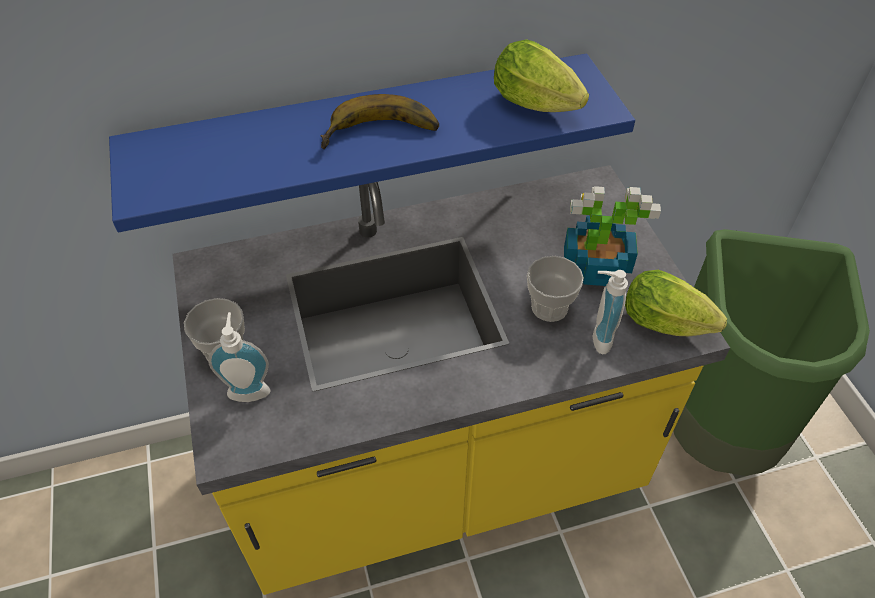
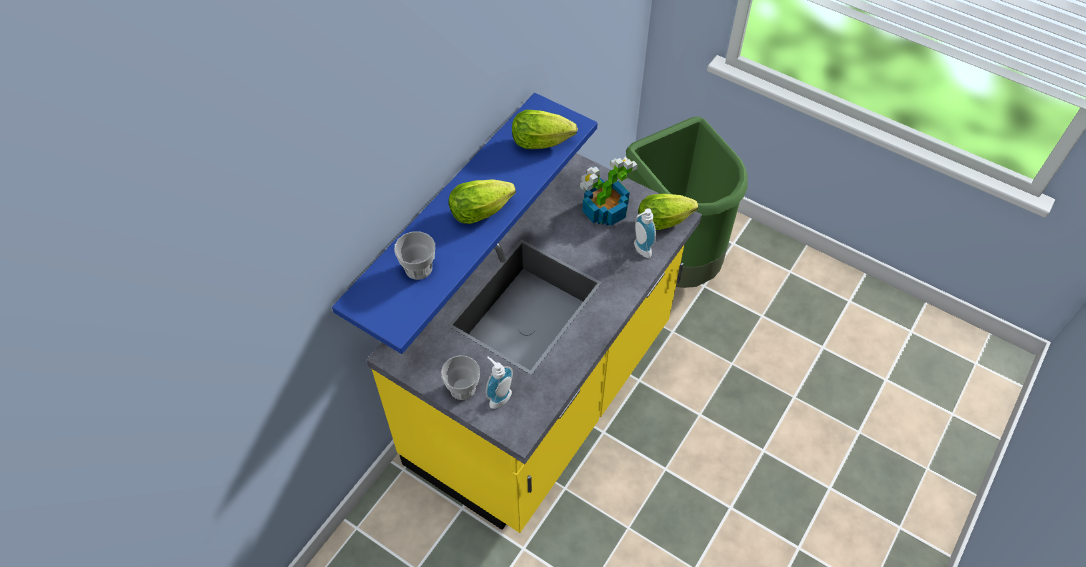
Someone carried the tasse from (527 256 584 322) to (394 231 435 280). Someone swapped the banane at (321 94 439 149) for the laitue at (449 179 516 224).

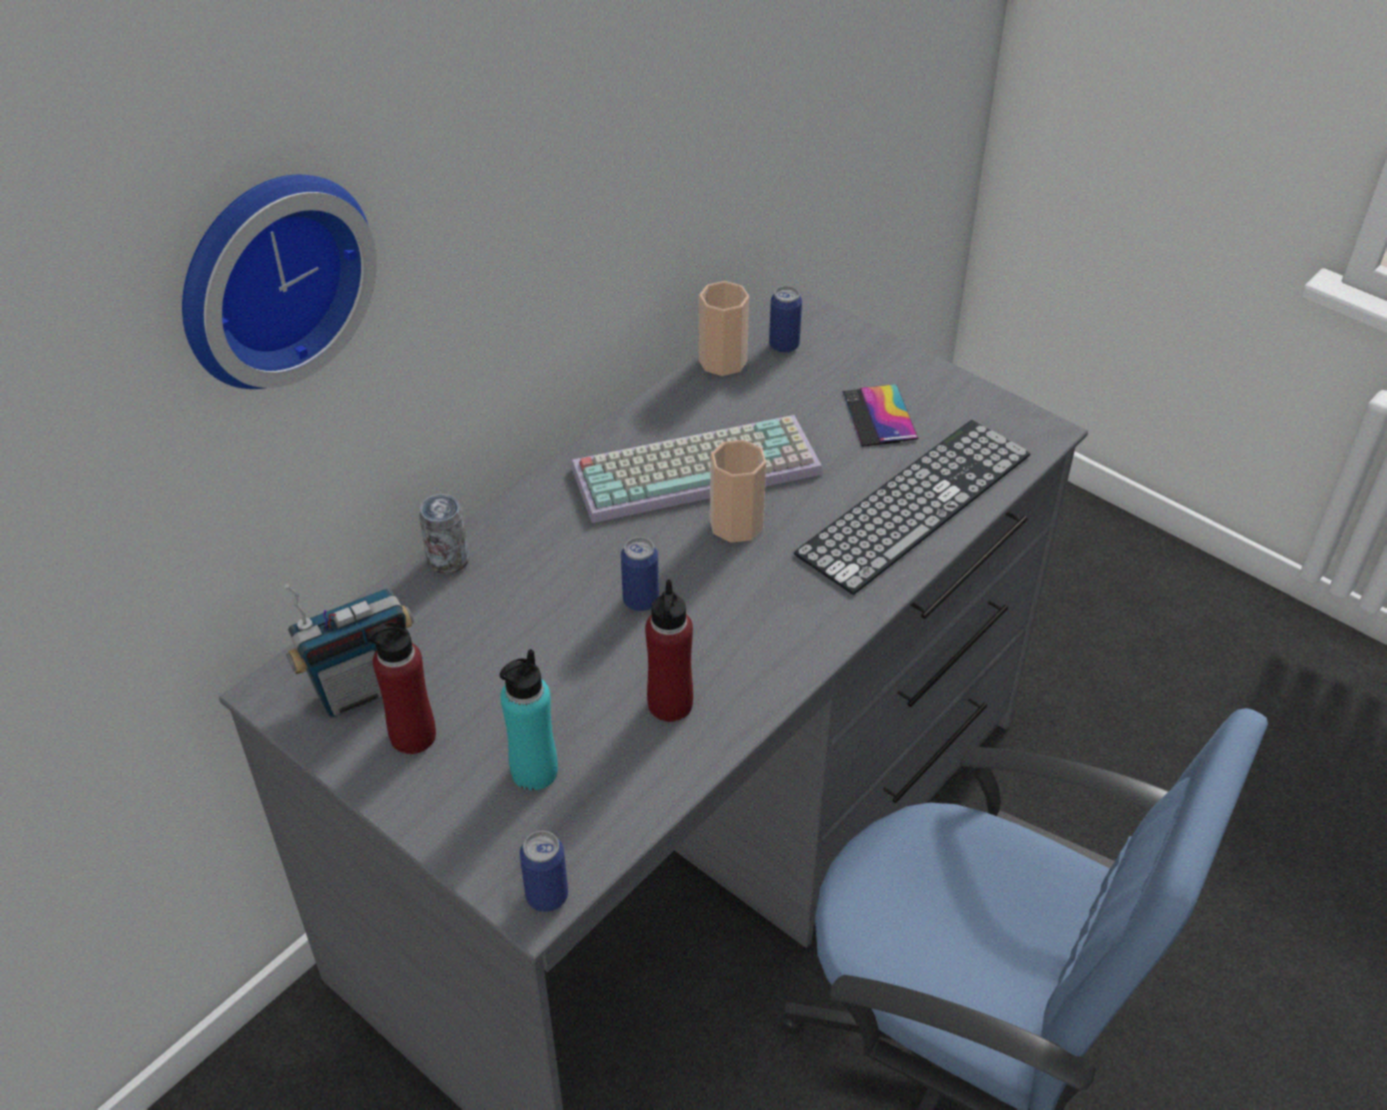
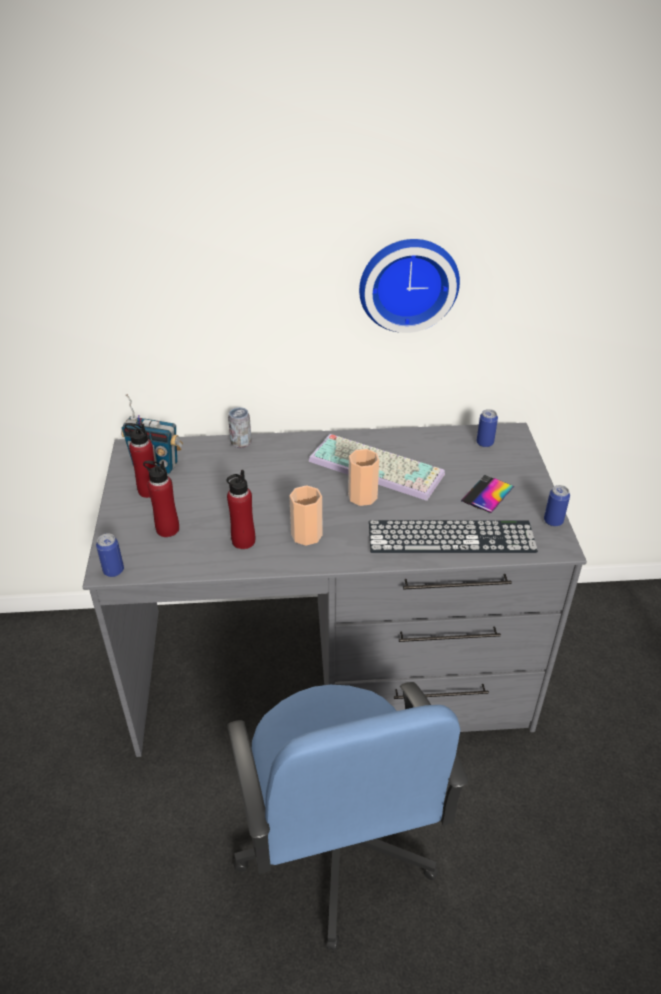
Someone repainted the bouteille (turquoise) at (500 649 558 790), which became the bouteille (rouge) at (143 461 179 537). Someone carried the tasse from (699 281 749 376) to (289 485 323 546). Someone carried the horloge murale from (182 175 377 389) to (359 239 460 333). Someone carried the boîte métallique from (621 537 659 611) to (544 485 570 527).

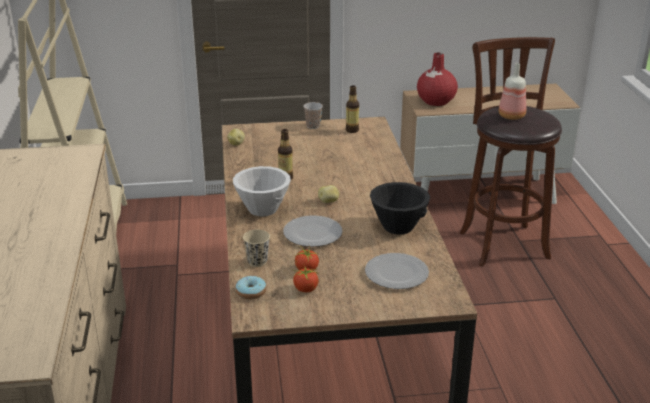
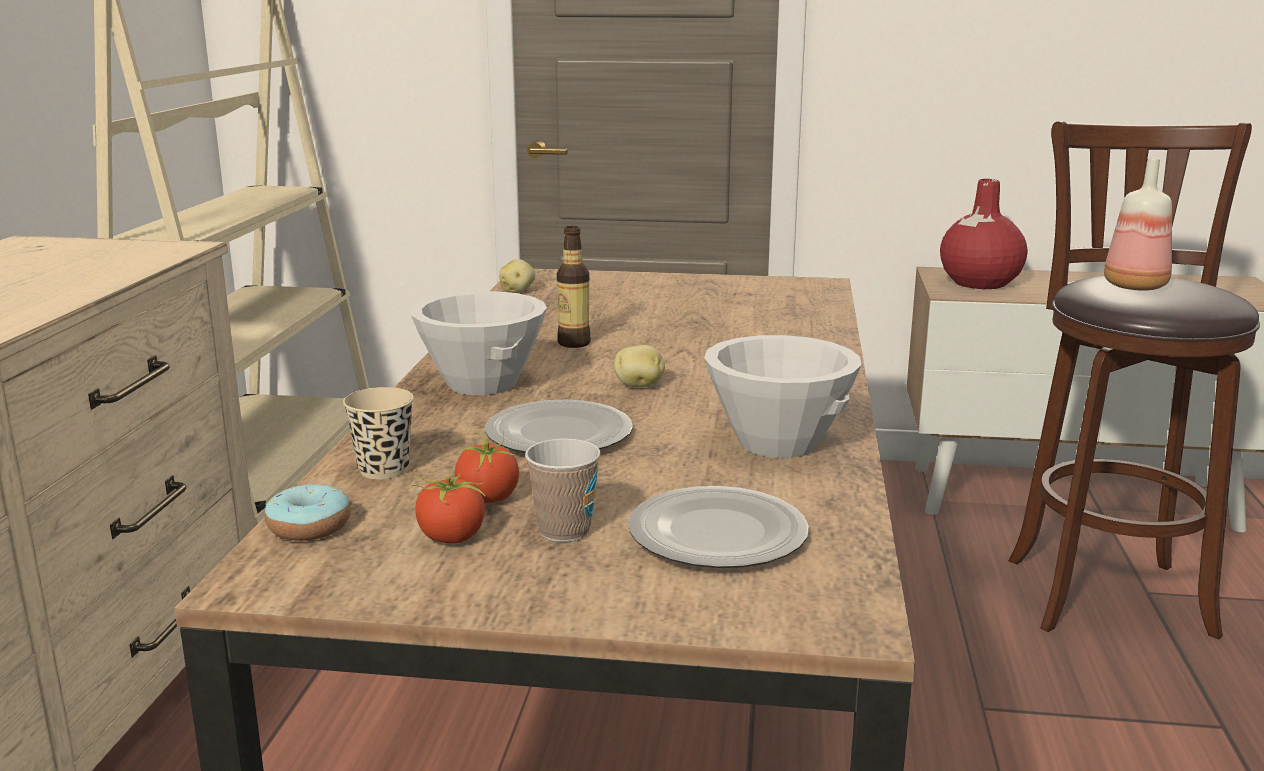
Someone carried the tasse from (303 102 323 129) to (525 438 601 542). Someone repainted the bol (noir) at (370 182 430 235), which became the bol (blanc) at (704 335 861 458). Someone took away the bouteille at (346 85 359 133).

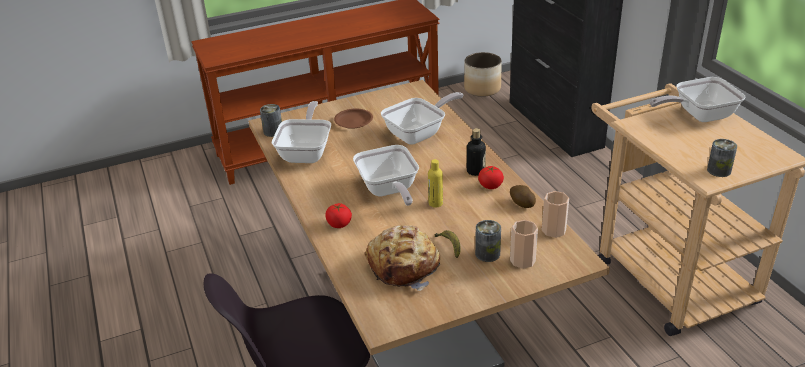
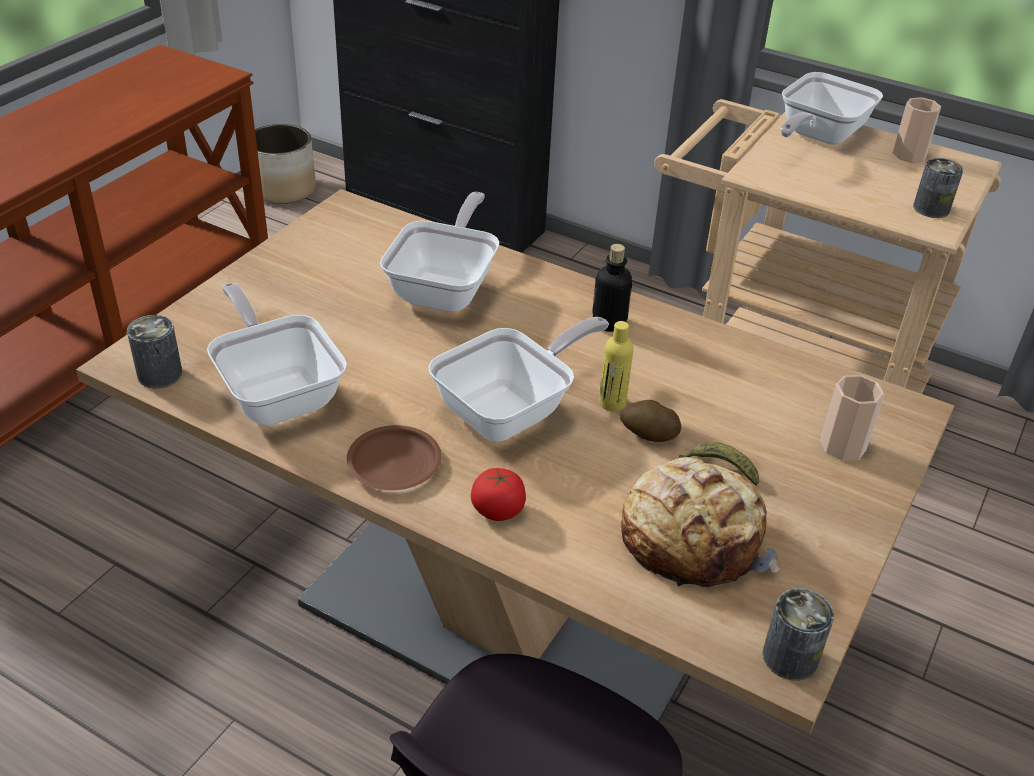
Someone carried the assiette (marron) from (334 109 373 129) to (347 425 442 490). Someone rotated the poêle at (353 145 419 206) by 75 degrees counterclockwise. Someone carried the pomme de terre from (510 185 536 208) to (620 400 681 442). Someone carried the boîte métallique from (475 220 501 262) to (763 588 834 681). Someone carried the tasse from (542 191 569 238) to (893 97 941 163). Someone took away the tomate at (478 166 504 189).

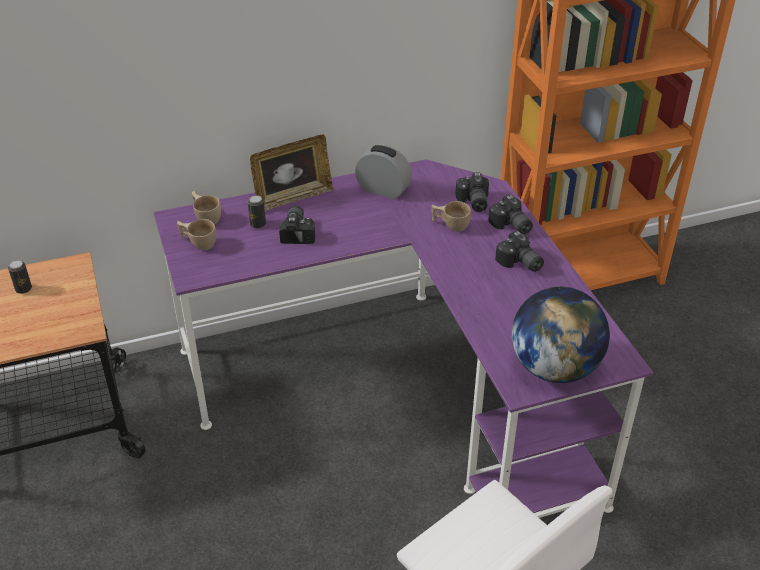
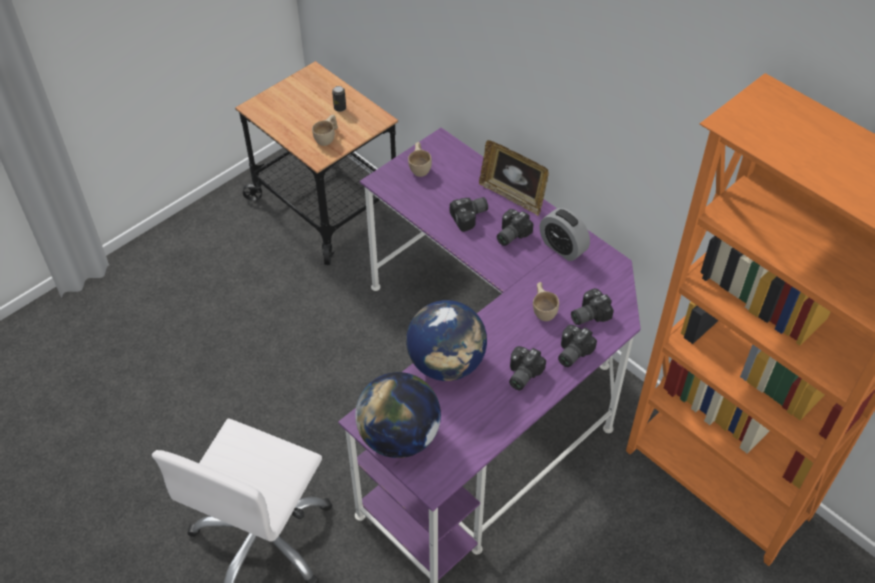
Someone carried the tasse (beige) from (192 191 221 225) to (312 115 338 146). Someone put down the globe at (406 300 487 381). Someone put down the appareil photo at (497 209 534 246). Someone rotated the réveil at (355 145 412 199) by 135 degrees clockwise. Someone took away the boîte métallique at (248 195 266 229).

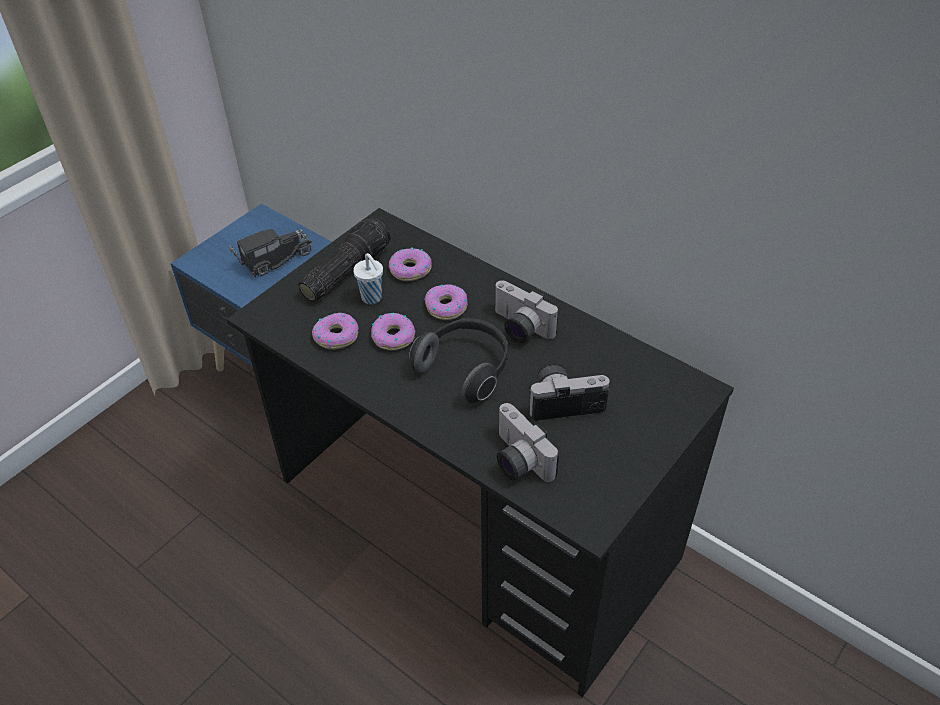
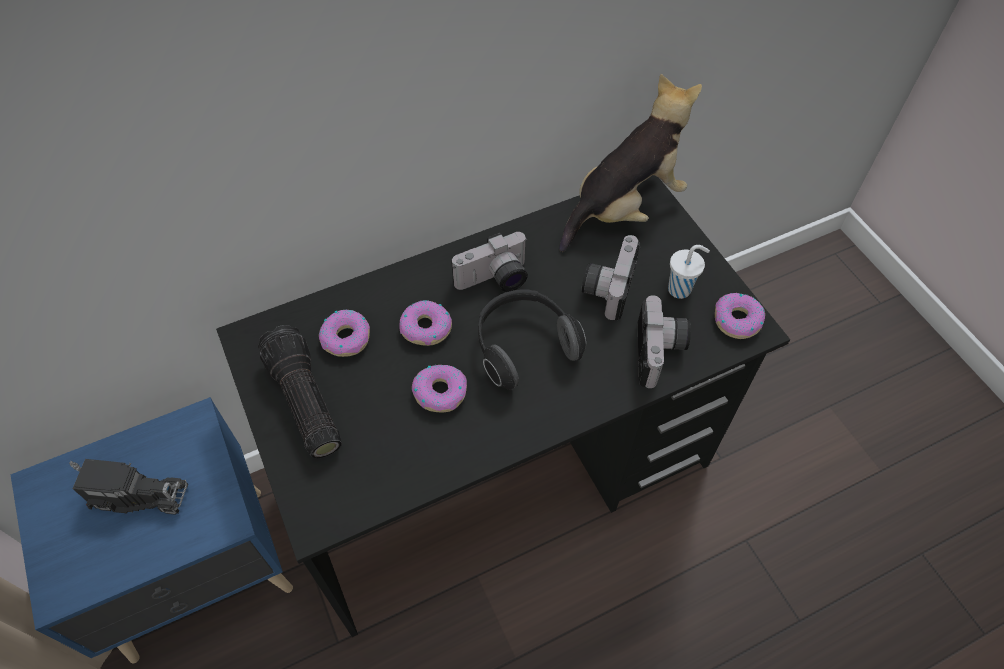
Someone rotated the camion jouet at (229 229 312 278) by 105 degrees clockwise. Someone put down the peluche at (559 74 702 252). Someone rotated the appareil photo at (497 403 560 482) by 75 degrees counterclockwise. Someone carried the tasse (blanc) from (353 253 383 304) to (668 245 710 299). Someone carried the beignet from (312 313 359 350) to (715 293 765 339).

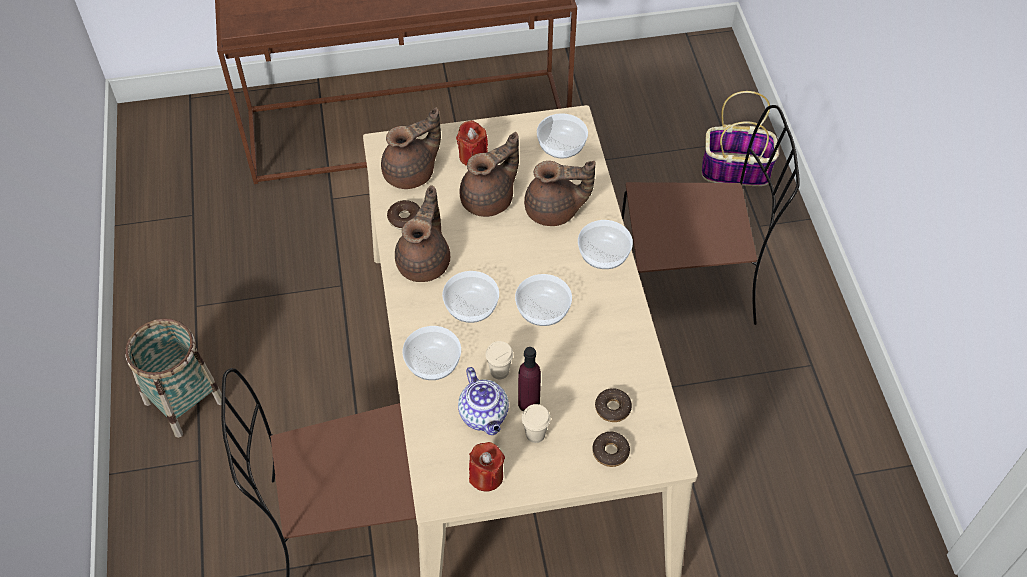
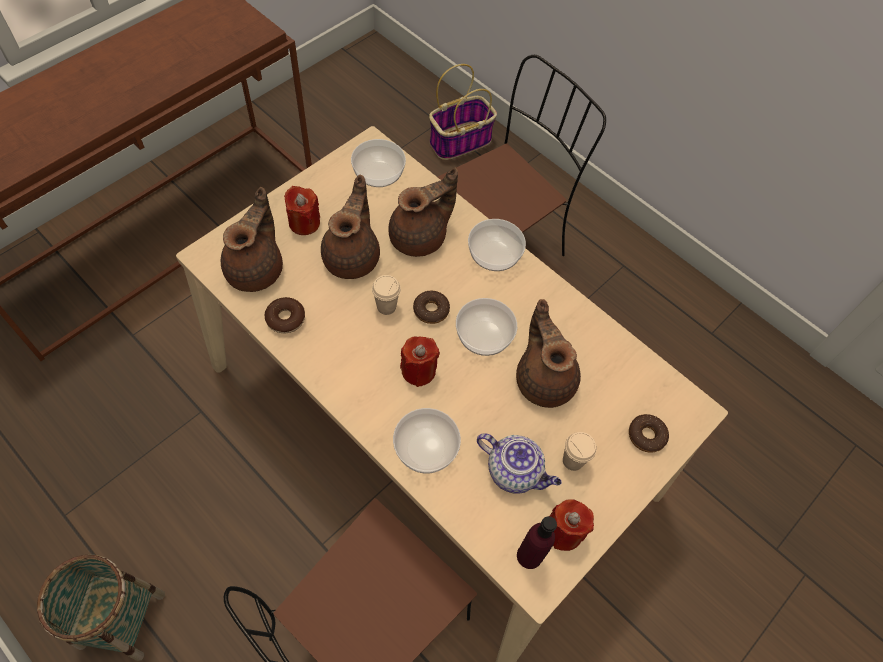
Someone carried the tasse (beige) from (486 341 513 379) to (372 275 401 315). Someone swapped the bol at (442 271 499 323) for the bougie (rouge) at (400 336 440 387). Someone carried the beignet from (595 388 632 422) to (413 291 450 324). Someone carried the théière (marron) from (395 185 450 282) to (516 299 581 408). Someone carried the bouteille (violet) from (518 347 541 412) to (517 516 557 569).

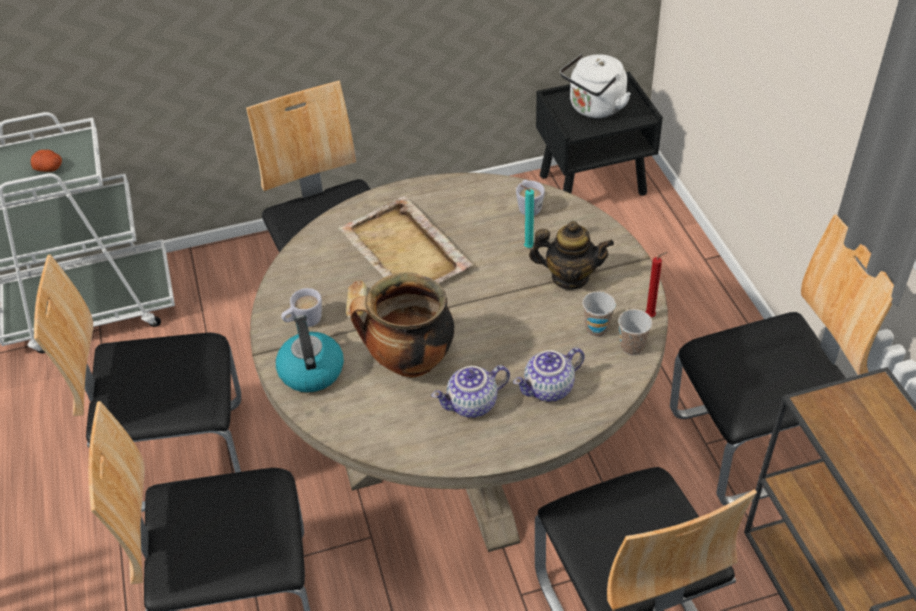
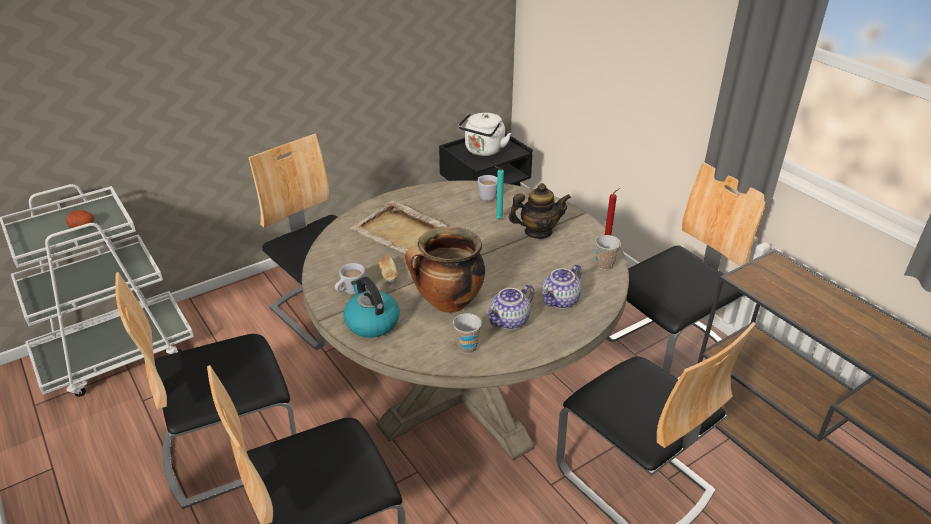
Someone carried the tasse from (582 291 616 337) to (453 313 482 354).

